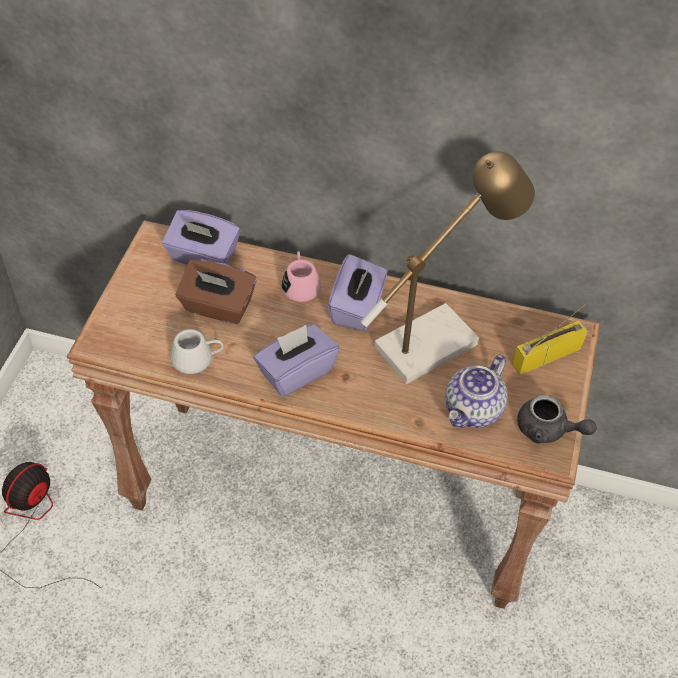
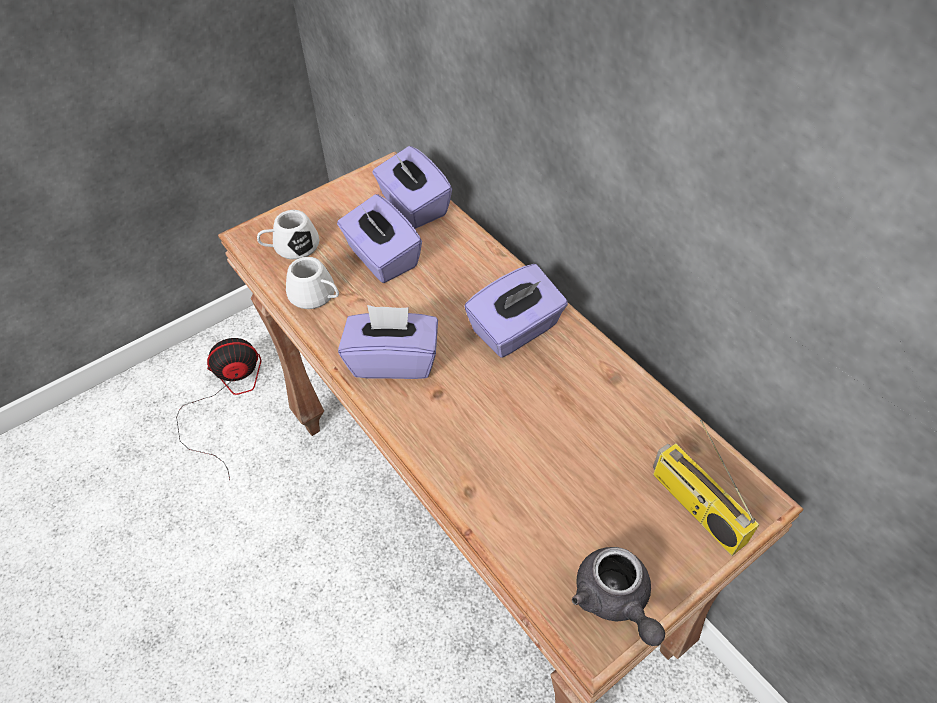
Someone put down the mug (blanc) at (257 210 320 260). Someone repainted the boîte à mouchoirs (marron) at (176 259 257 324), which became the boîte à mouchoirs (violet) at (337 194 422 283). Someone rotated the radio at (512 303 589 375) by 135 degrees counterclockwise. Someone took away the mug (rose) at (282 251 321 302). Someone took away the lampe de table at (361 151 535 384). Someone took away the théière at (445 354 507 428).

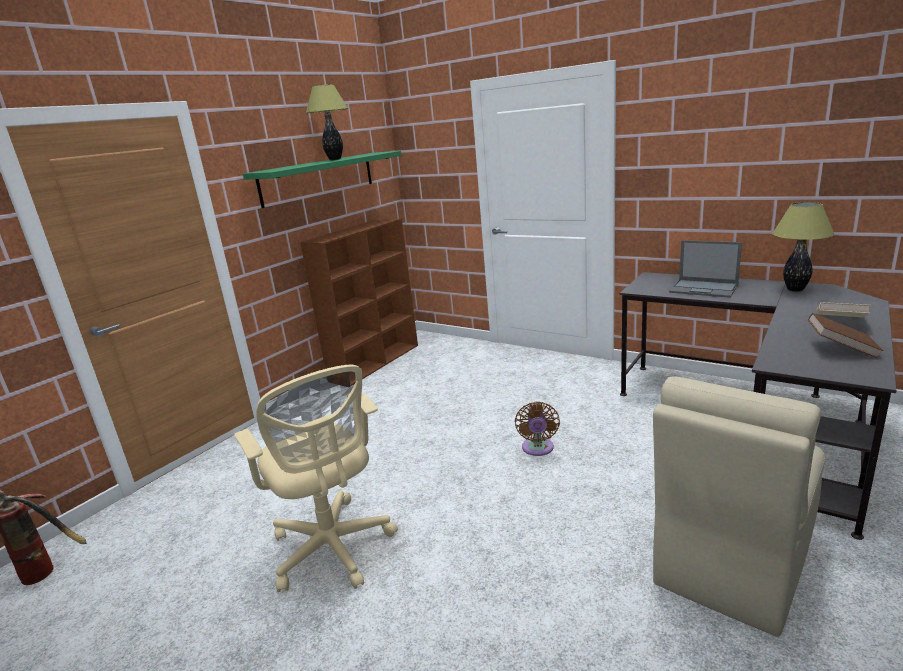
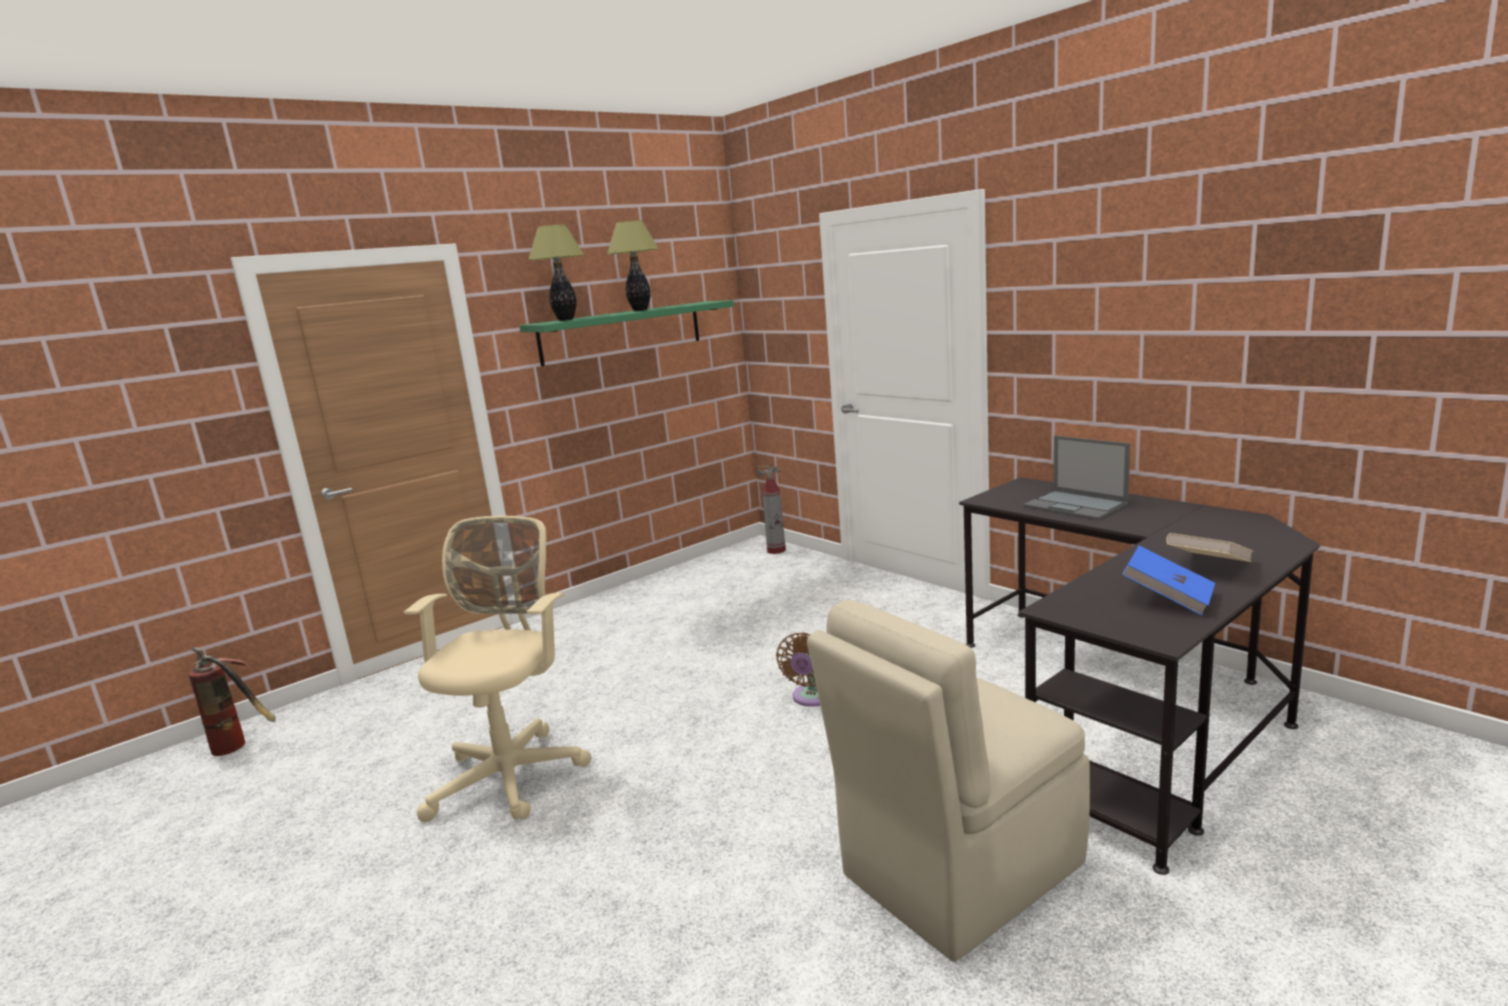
Someone rotated the chaise de bureau (beige) at (234 364 398 592) by 150 degrees counterclockwise. Someone carried the lampe de table from (772 202 834 292) to (528 224 584 321). Someone put down the extincteur at (758 465 786 554). Someone repainted the livre (marron) at (808 313 883 358), which became the livre (bleu) at (1122 546 1215 615). Someone took away the bibliothèque (marron) at (300 218 418 387).

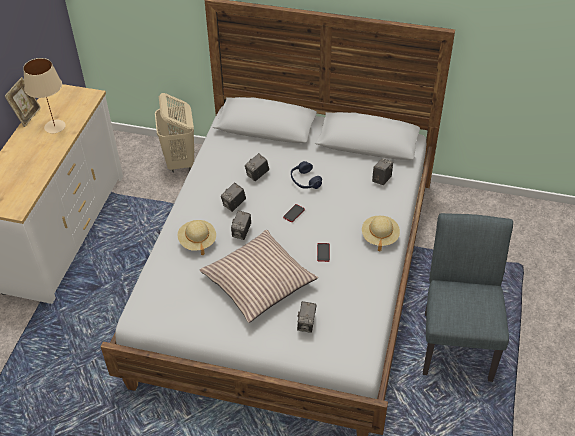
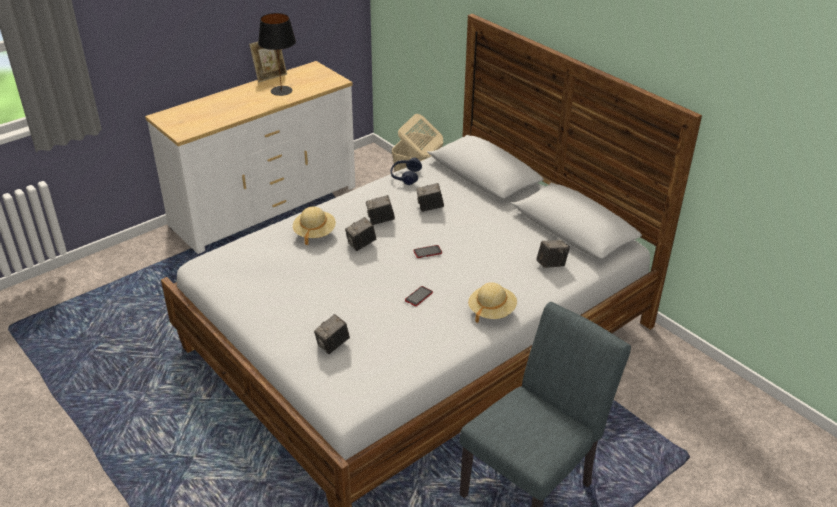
Someone repainted the lampe de table (beige) at (23 58 66 133), which became the lampe de table (noir) at (258 13 296 96). Someone carried the casque audio (bleu) from (291 161 322 189) to (391 158 422 185). Someone took away the coussin at (200 230 318 323).

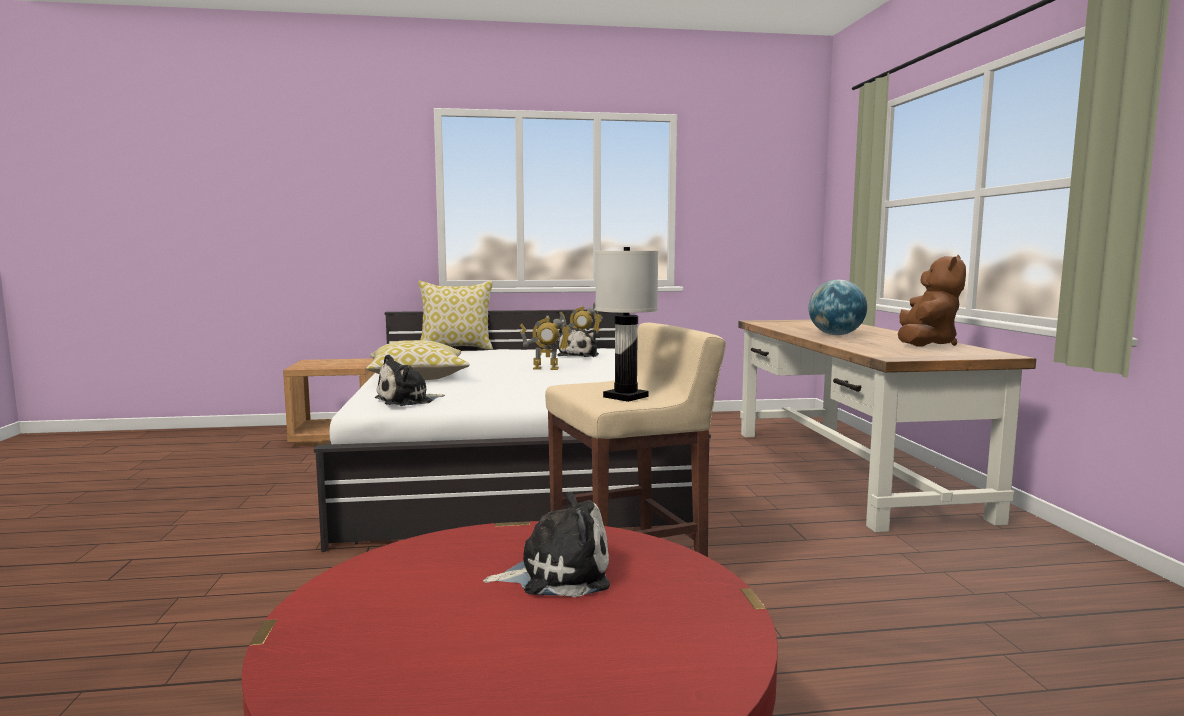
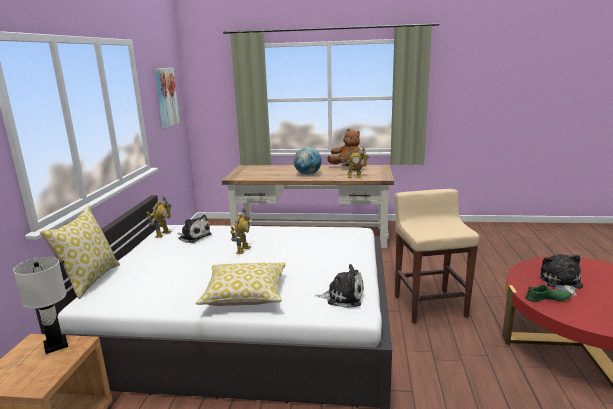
Someone carried the lampe de table (blanc) from (595 247 658 402) to (13 257 68 354). Someone put up the tableau at (155 68 180 128). Someone rotated the peluche at (375 354 445 406) by 60 degrees counterclockwise. Someone put down the robot jouet at (340 147 369 178). Someone put down the chaussure (vert) at (525 285 572 301).

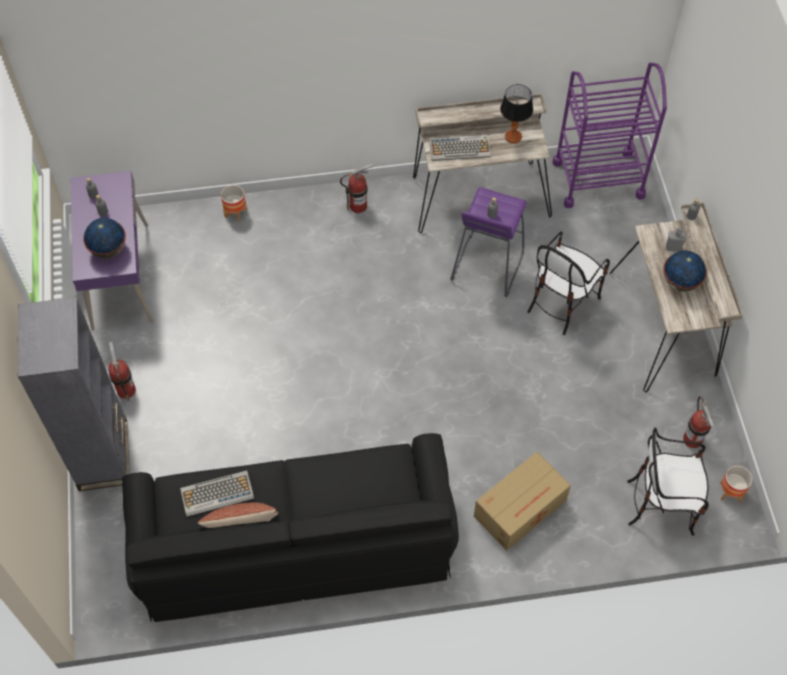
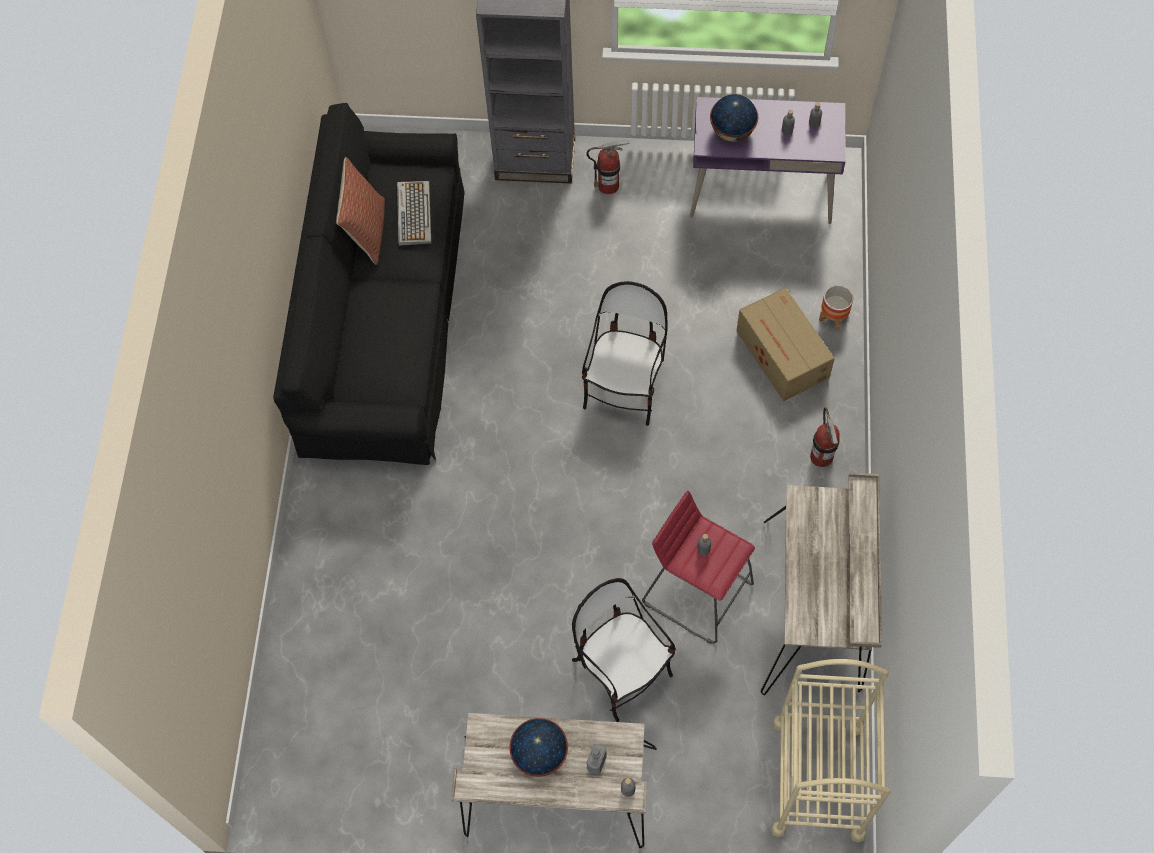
Someone carried the chaise from (627 427 709 536) to (582 281 668 426). Someone repainted the tabouret (violet) at (450 187 527 297), which became the tabouret (rouge) at (642 491 755 643). Someone carried the carton from (474 452 571 551) to (737 287 835 401). Someone repainted the chariot (violet) at (552 62 667 208), which became the chariot (beige) at (771 659 891 842). Someone took away the clavier at (429 134 491 161). Someone took away the lampe de table at (500 84 533 144). Someone took away the extincteur at (683 396 714 448). Someone took away the cache-pot at (720 466 753 503).

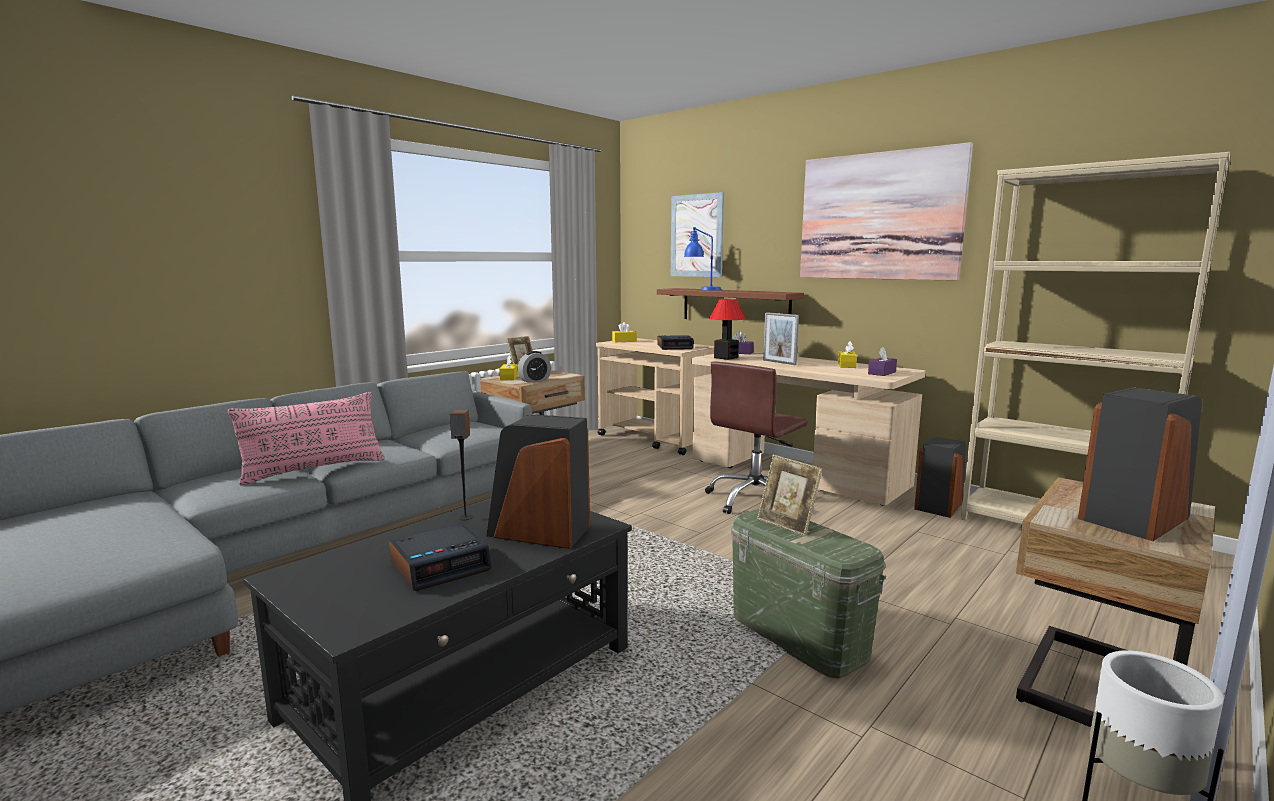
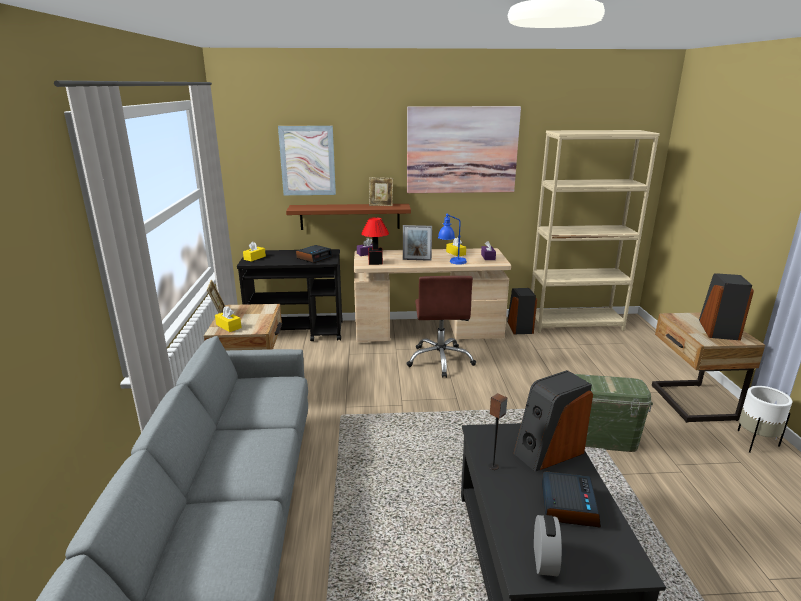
Someone repainted the chariot (beige) at (596 338 714 455), which became the chariot (noir) at (237 249 343 341). Someone carried the cadre photo from (757 455 823 536) to (369 177 393 206). Someone carried the lampe de table (bleu) from (684 227 721 291) to (438 214 467 265). Someone carried the réveil from (518 351 551 383) to (534 515 562 576). Someone took away the coussin (rose) at (228 392 385 486).

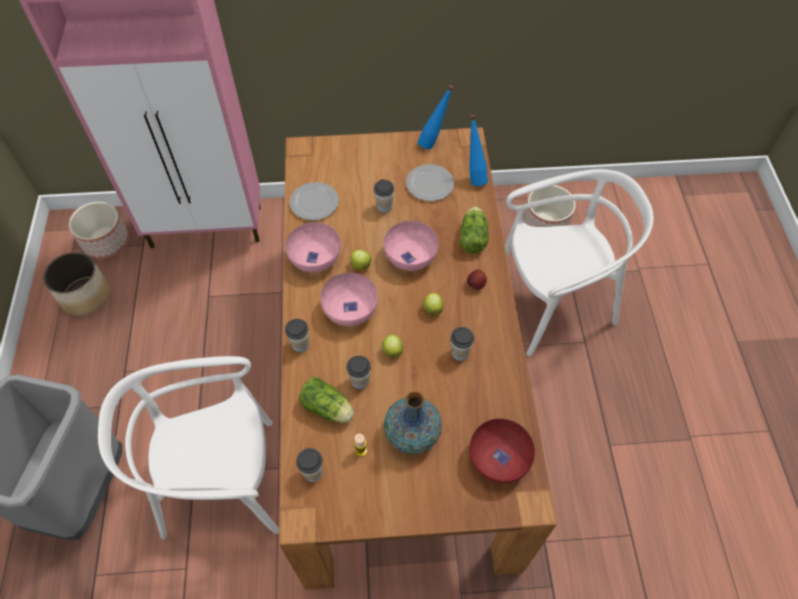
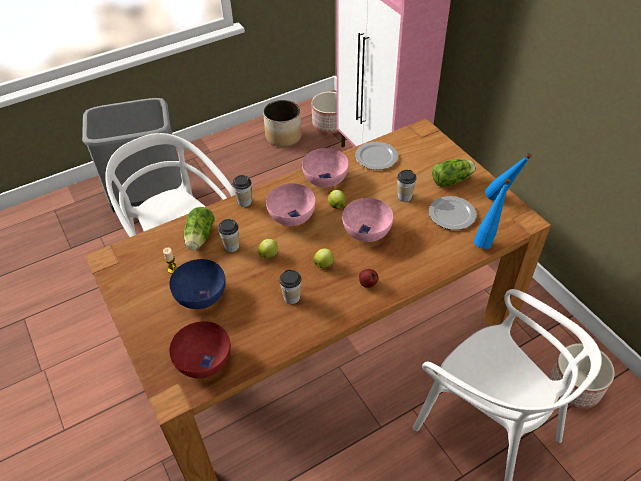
Someone swapped the vase at (383 391 442 455) for the bol (bleu) at (169 259 226 309). Someone carried the laitue from (459 207 489 253) to (432 159 476 187). Someone took away the tasse at (296 448 323 482).

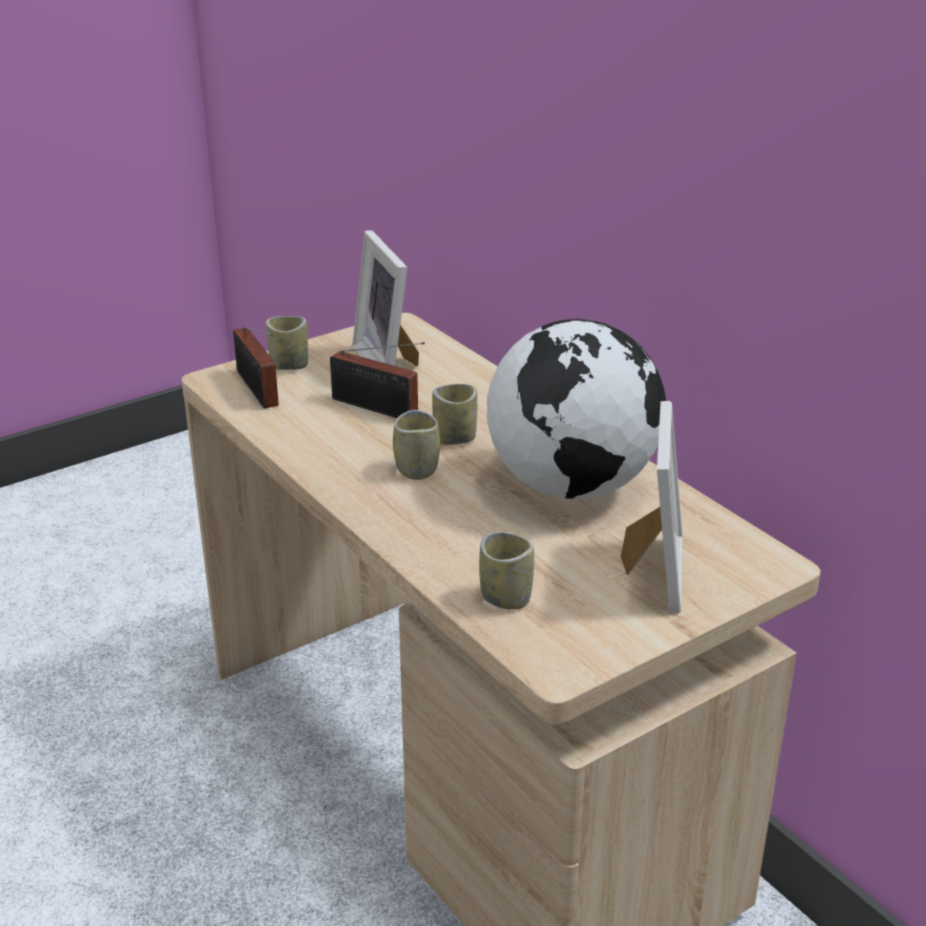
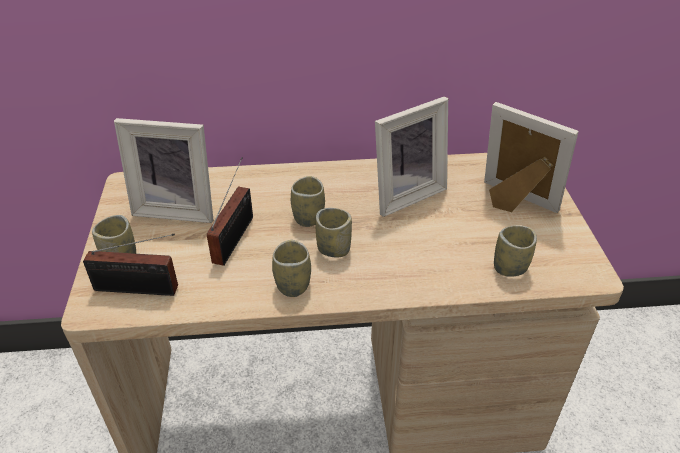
Someone rotated the radio at (330 342 425 418) by 45 degrees counterclockwise. Someone put down the tasse at (272 240 311 297). Someone swapped the globe at (487 319 666 499) for the cadre photo at (375 96 448 217).

